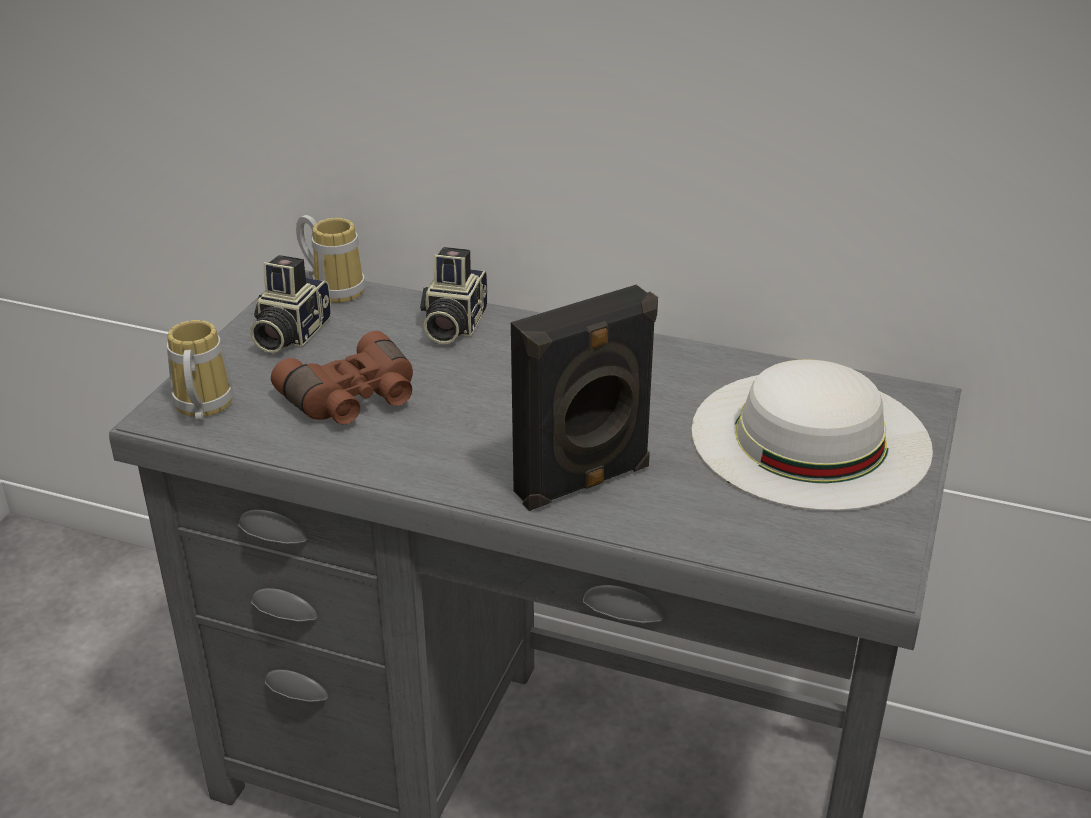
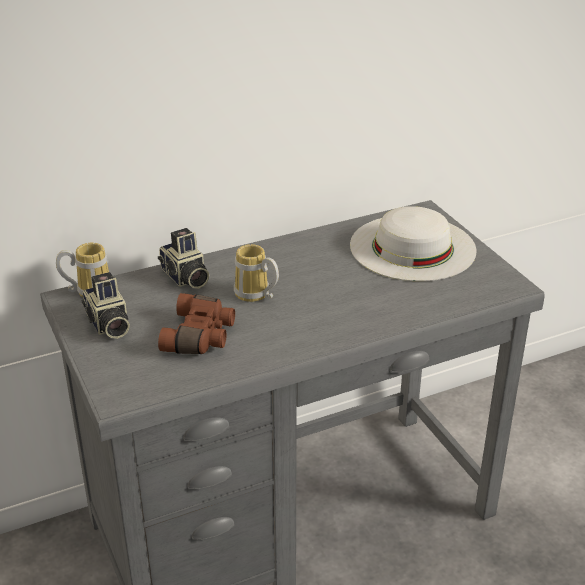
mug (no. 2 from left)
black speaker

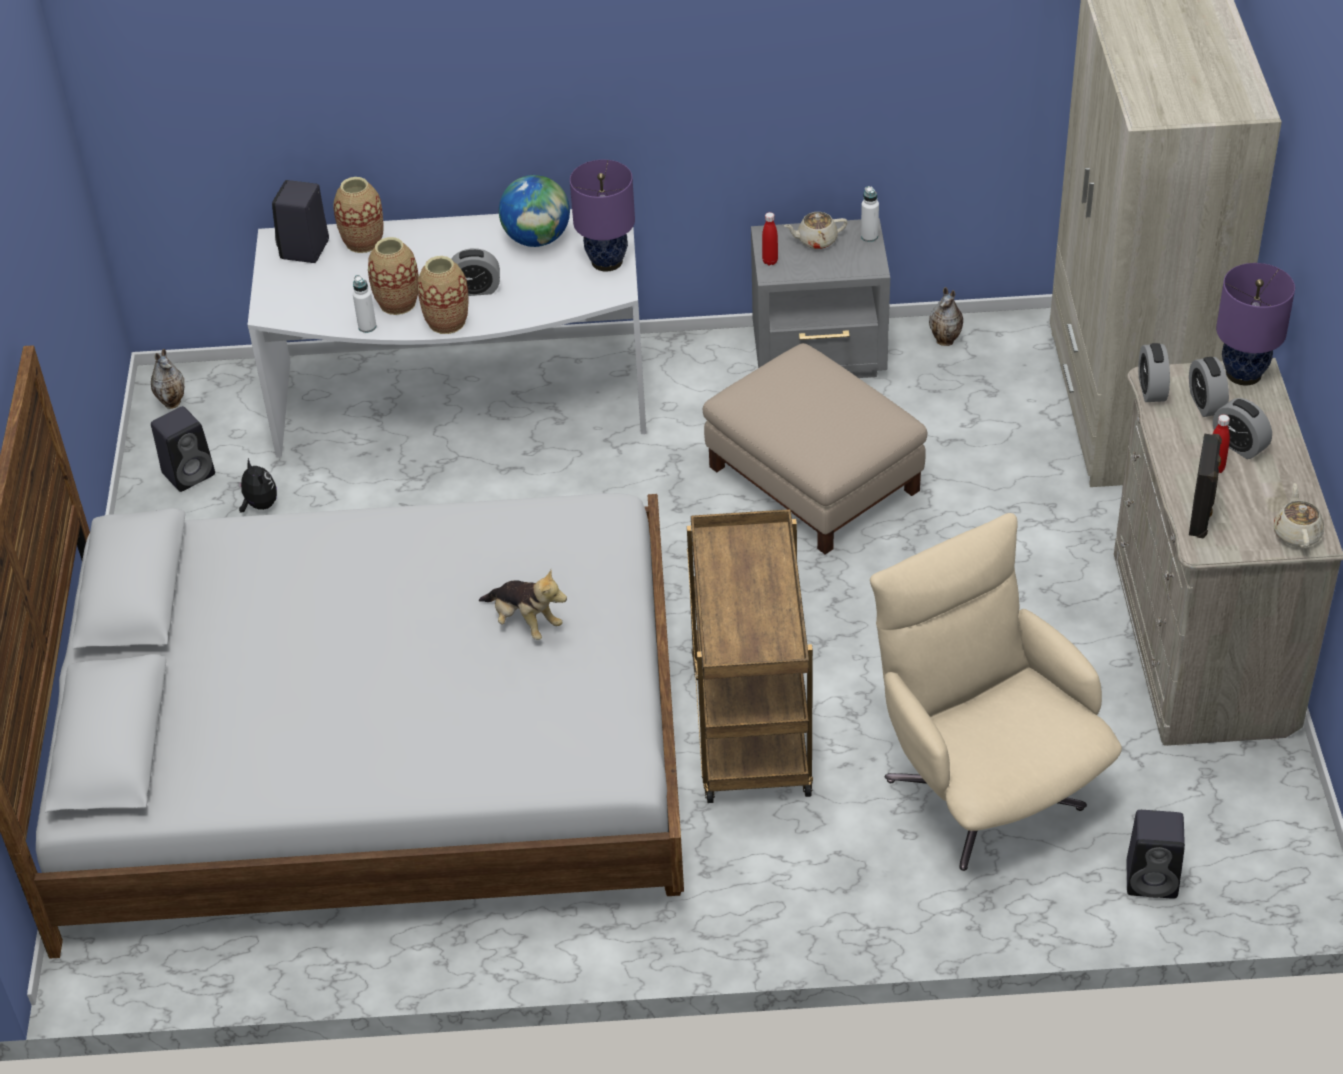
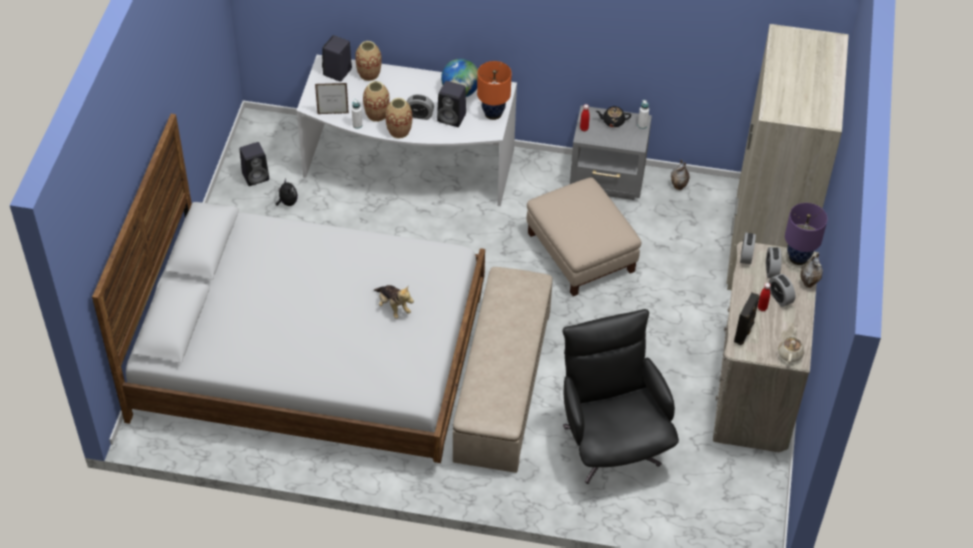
picture frame
black speaker (no. 3 from left)
sand-coloured bench
orangey tabletop lamp
black lounge chair
black pot for tea
flower vase (no. 5 from left)

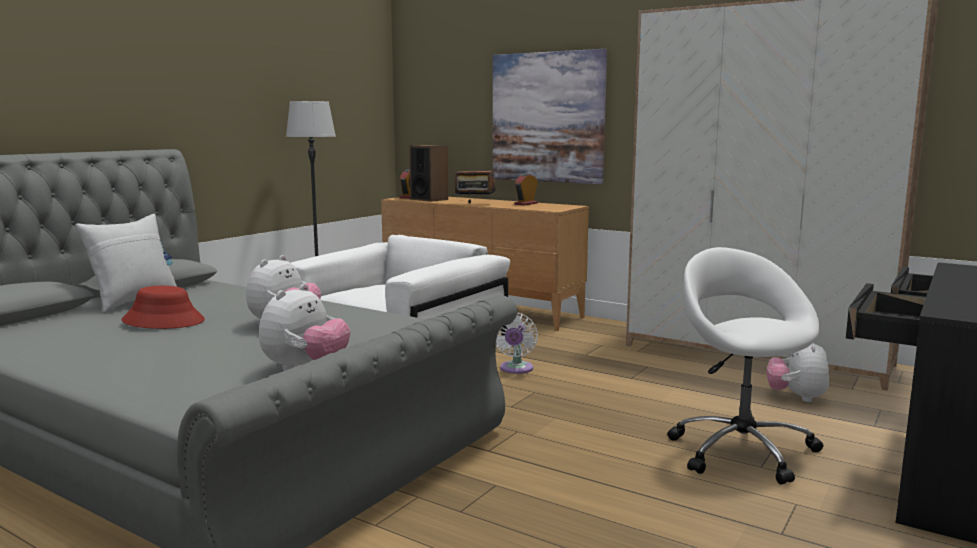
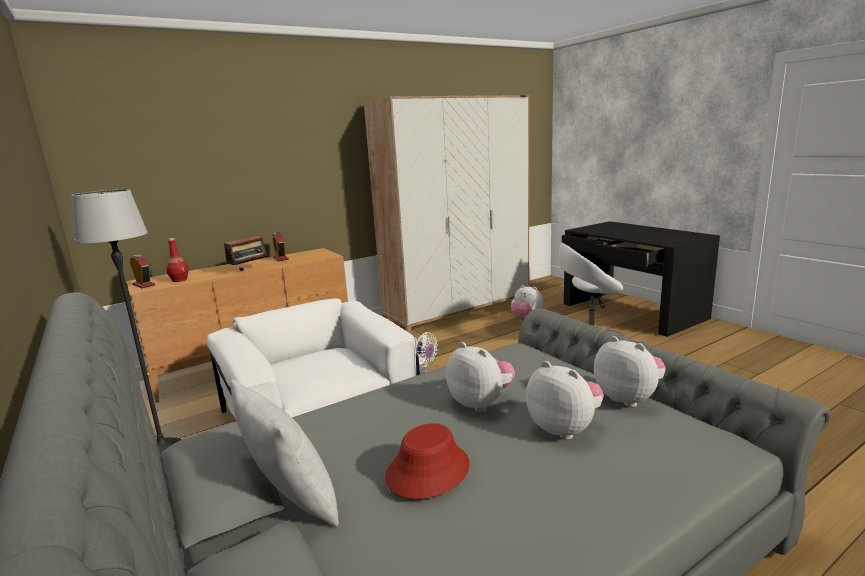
red bottle
soft toy (no. 3 from left)
wall picture

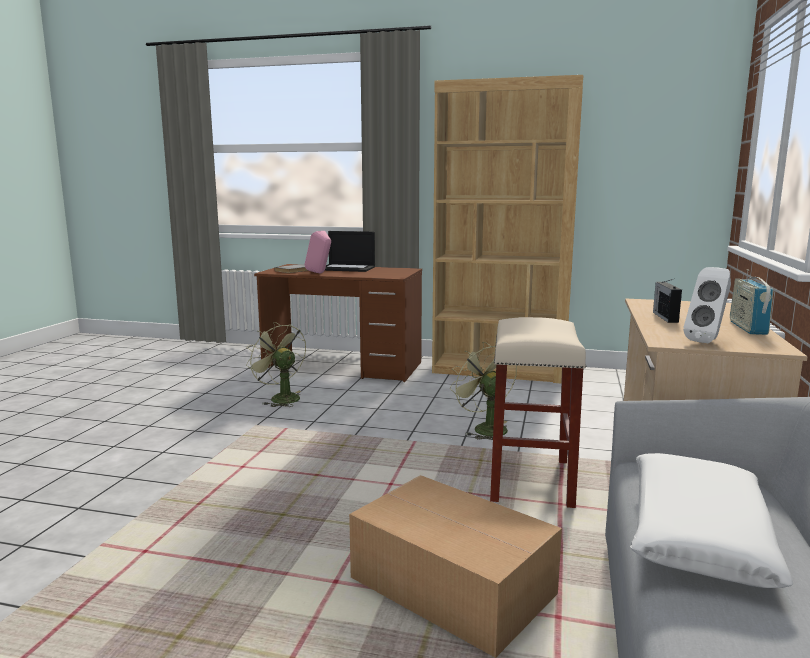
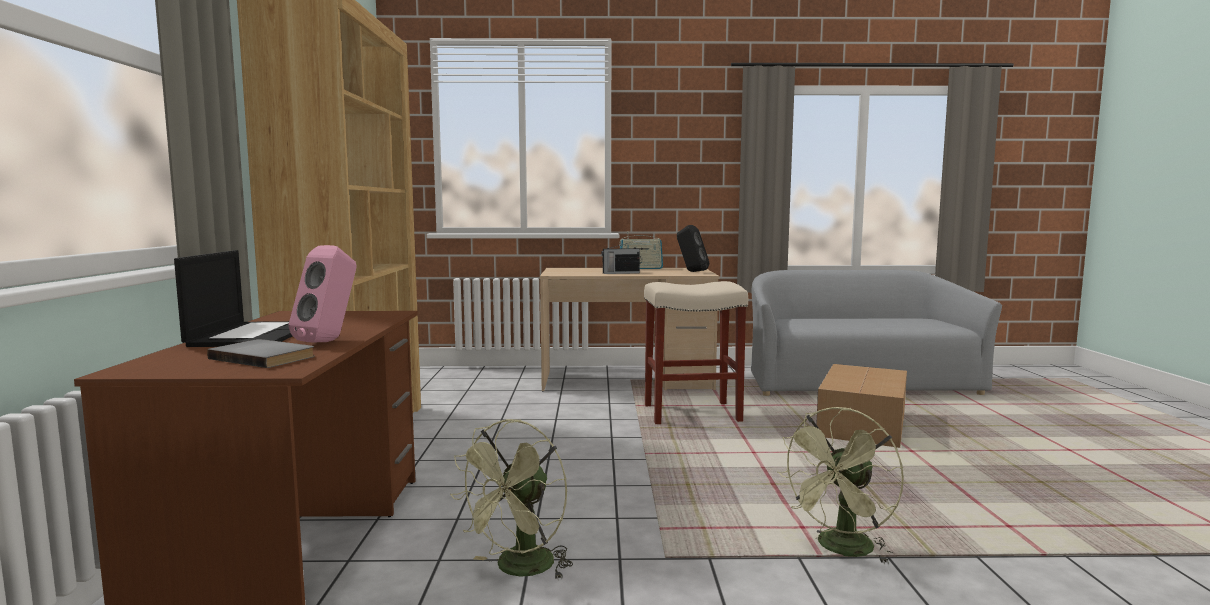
black speaker
greenish fan (no. 2 from left)
whitish throw pillow

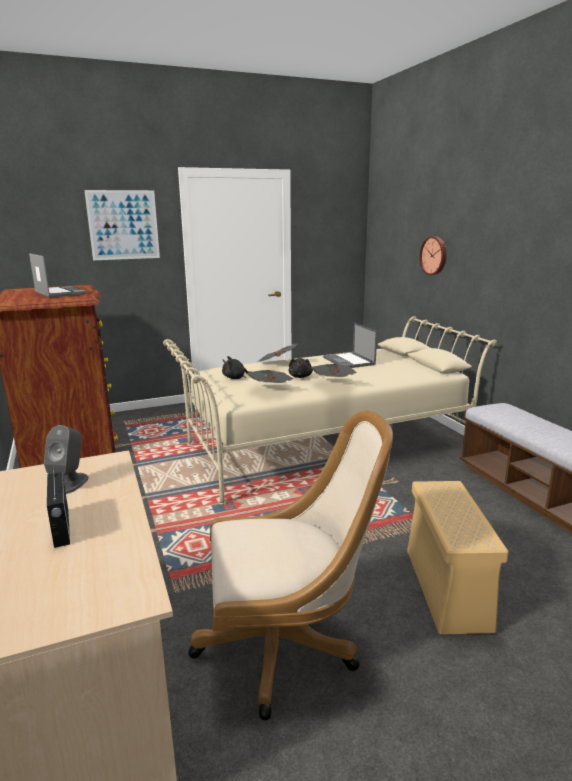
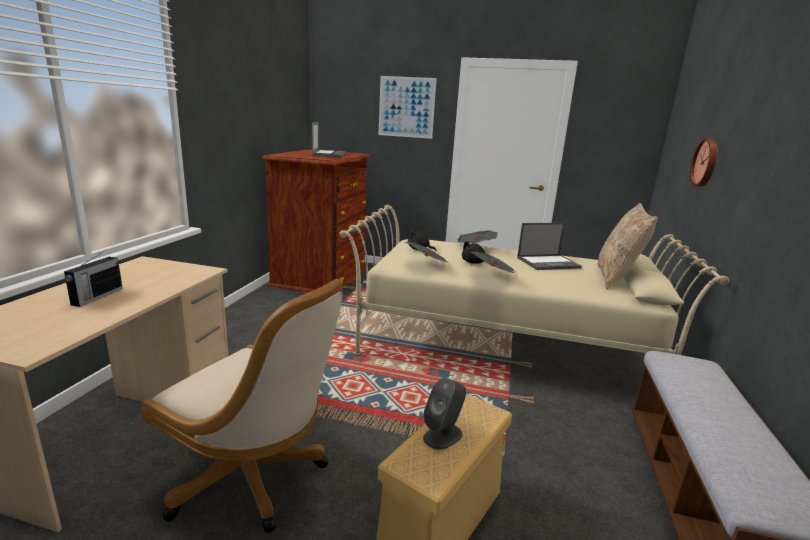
greyish speaker
notebook computer (no. 2 from left)
sand-coloured throw pillow

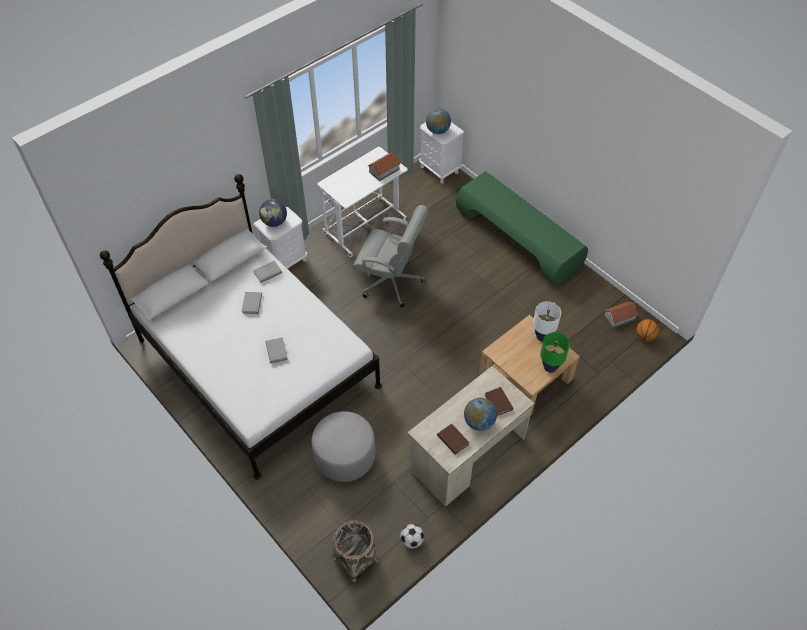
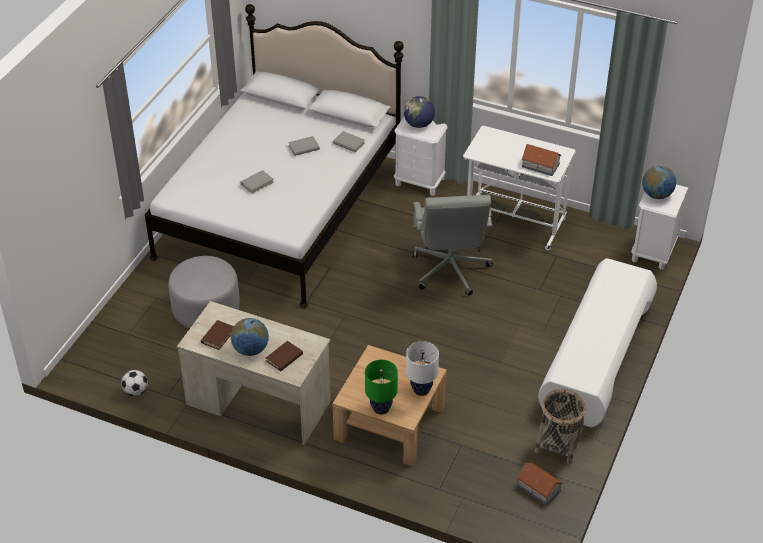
household basket
whitish bench
basketball ball

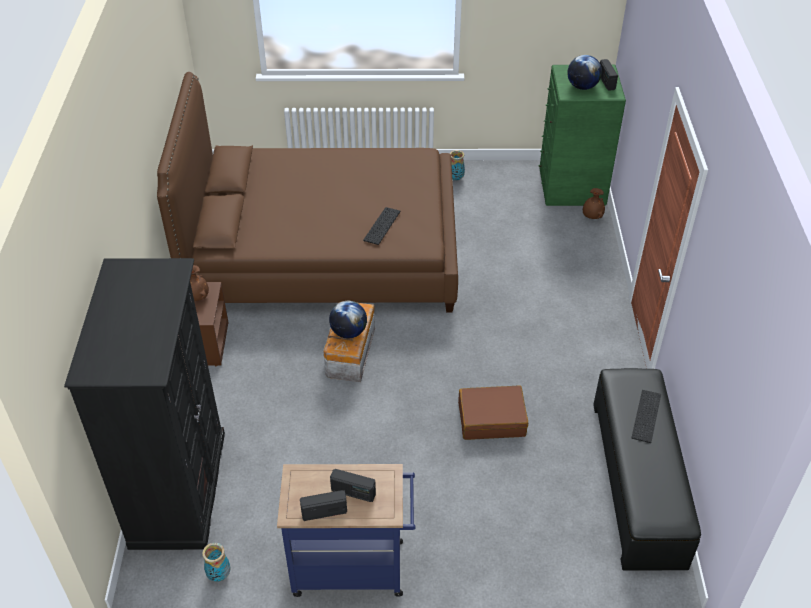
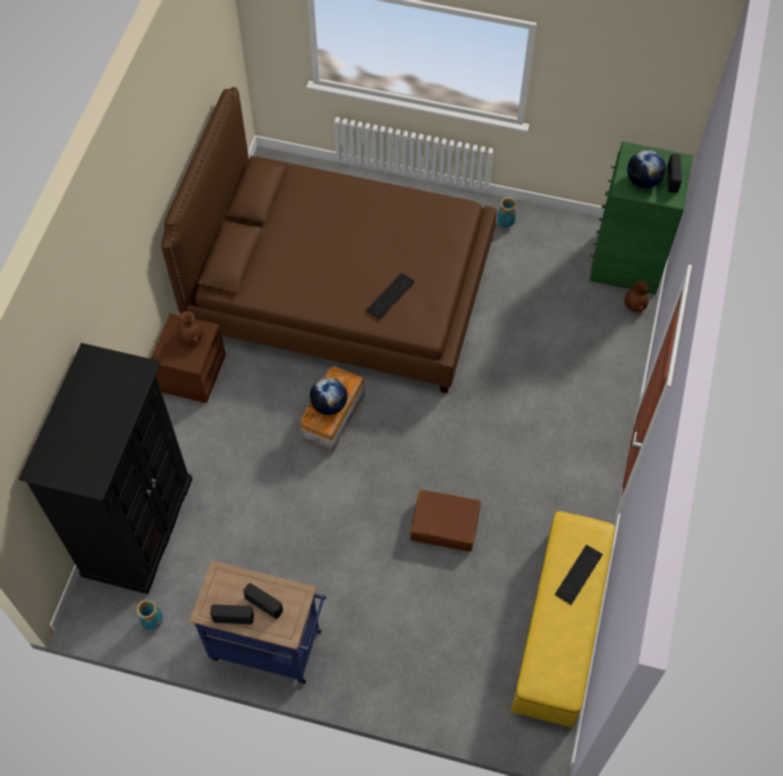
yellow bench

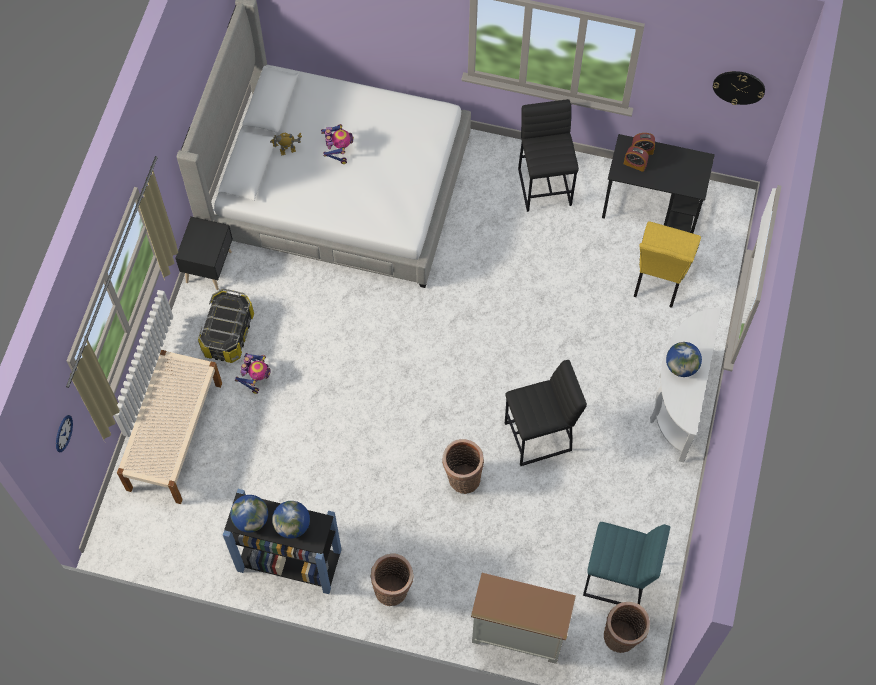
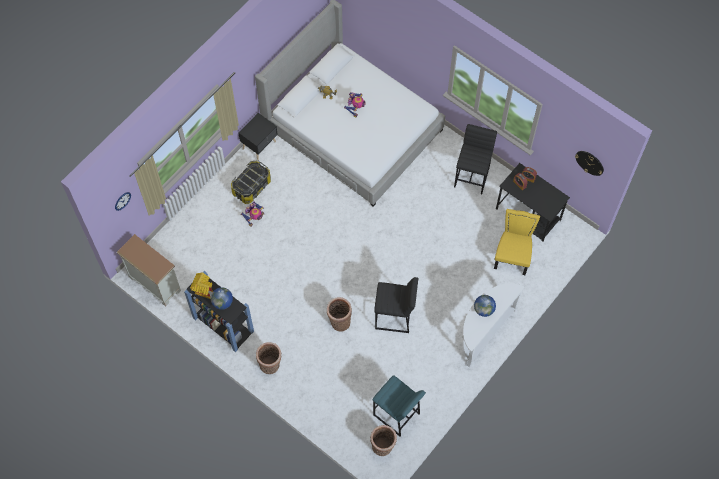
whitish chest of drawers
toy house
yellow upright chair
sand-coloured bench

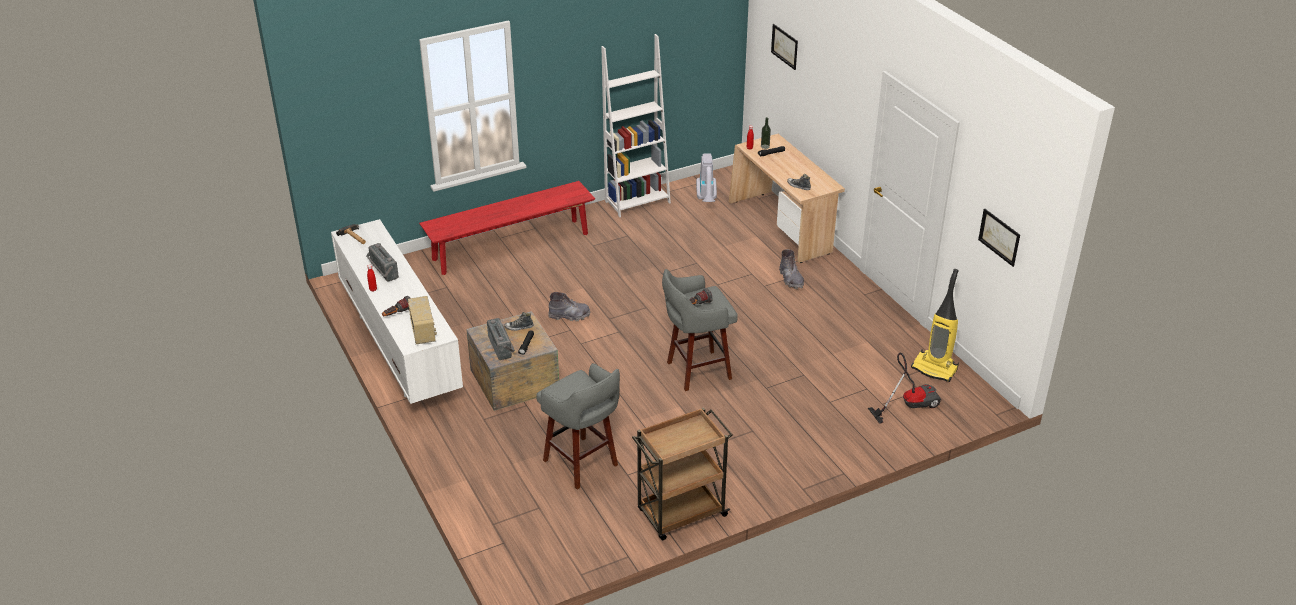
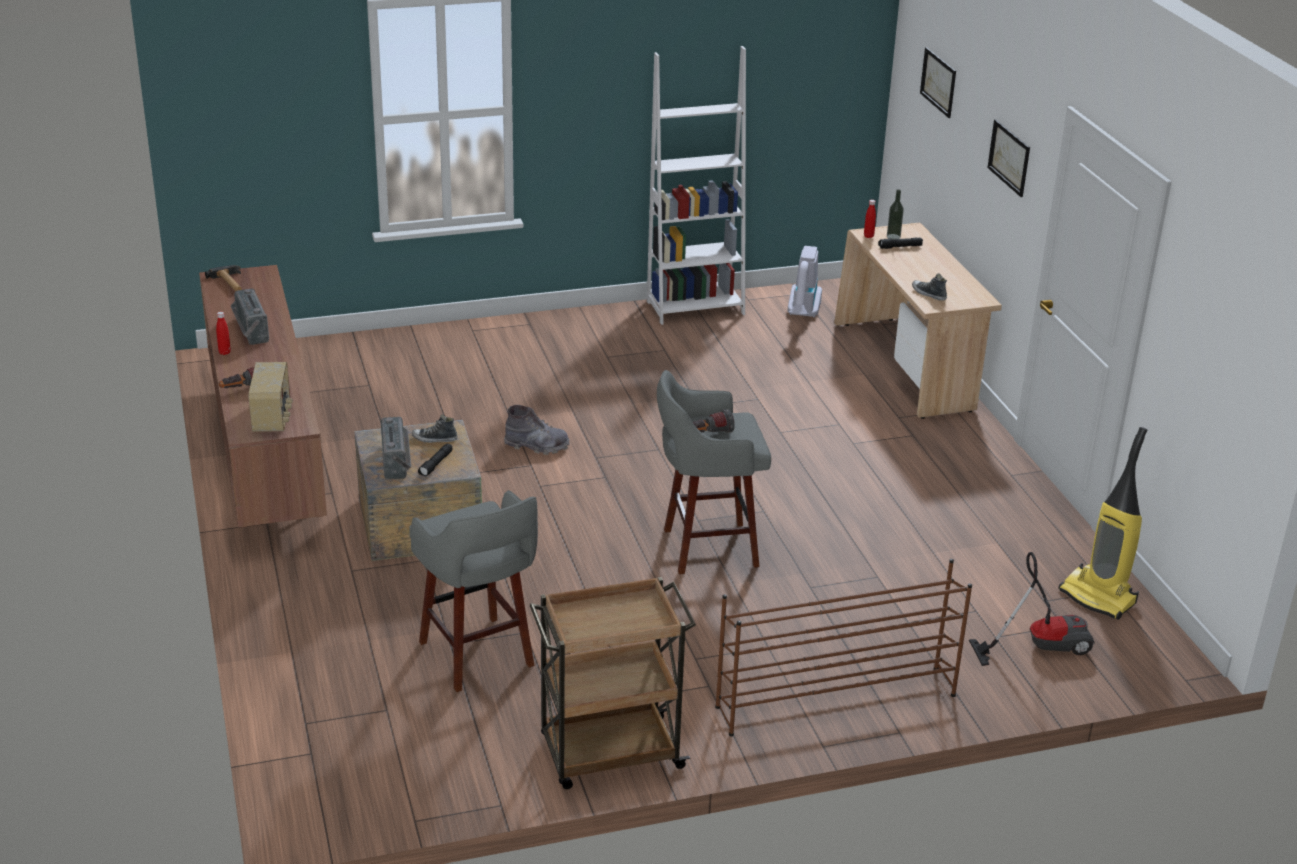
brown storage cabinet
brown shoe rack
wall picture (no. 2 from left)
red bench
greyish tall boot (no. 2 from left in the first image)

